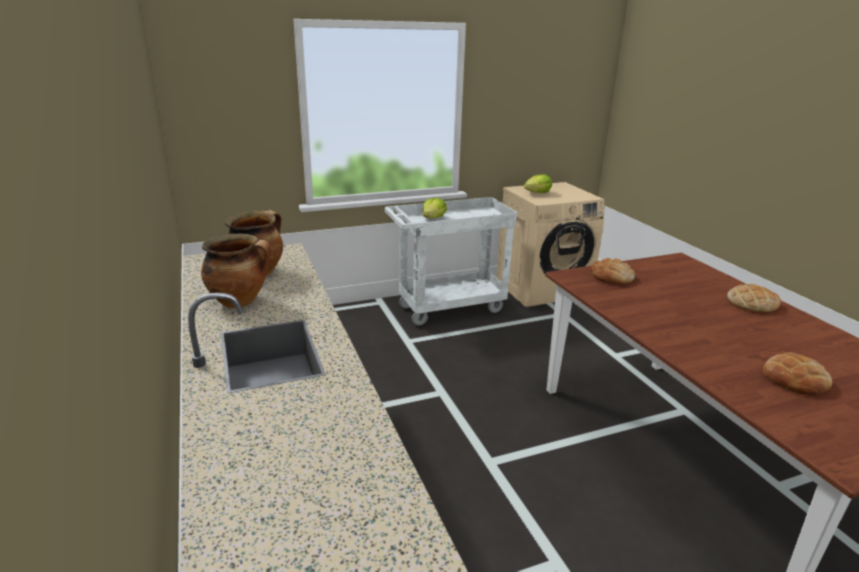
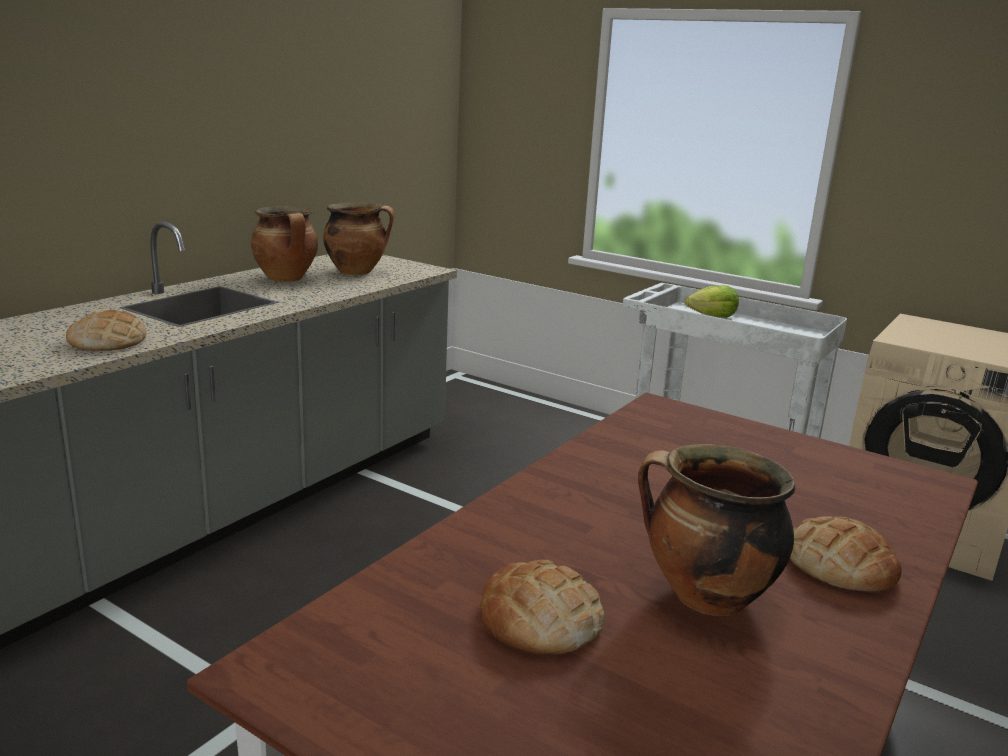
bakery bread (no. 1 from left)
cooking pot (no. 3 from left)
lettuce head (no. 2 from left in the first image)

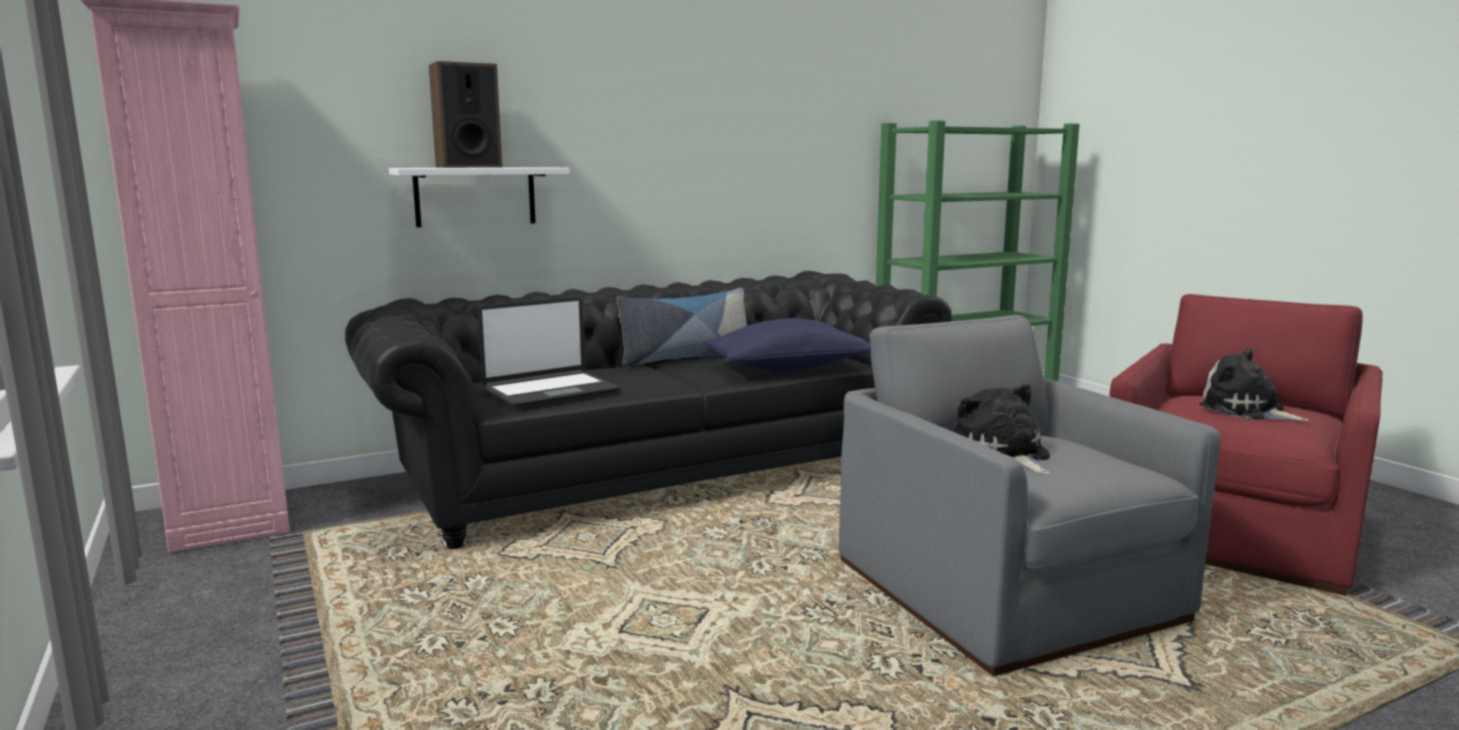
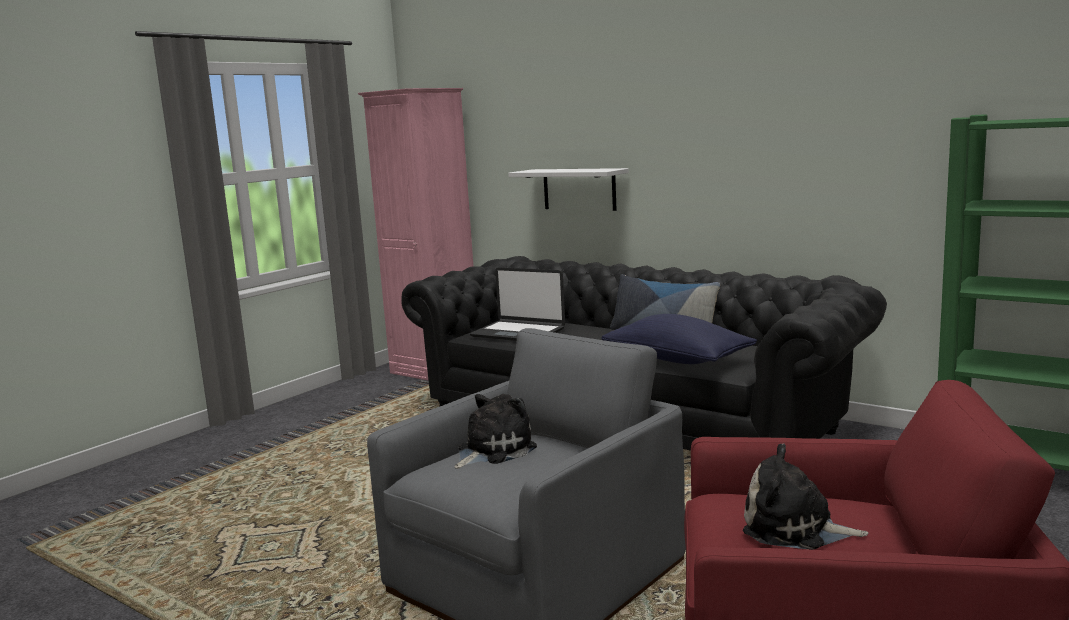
soft toy (no. 2 from left)
speaker

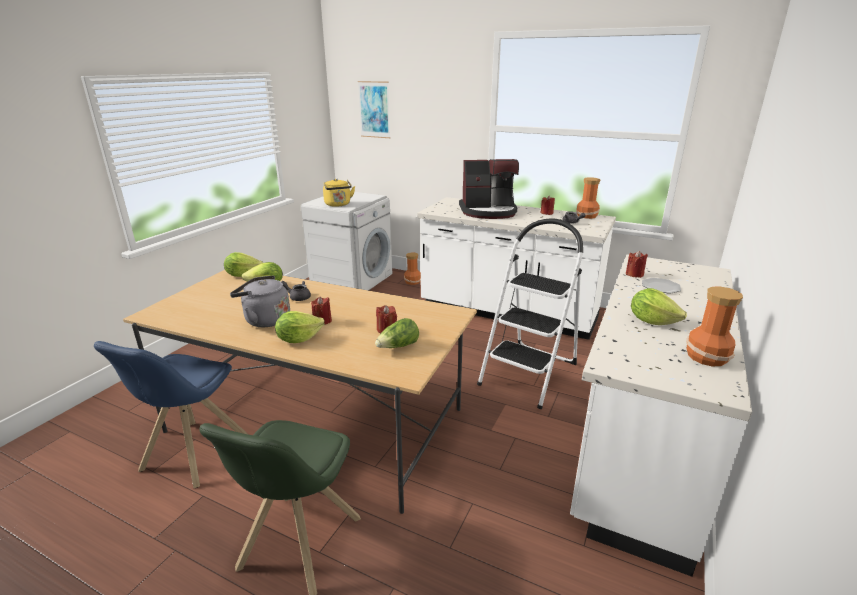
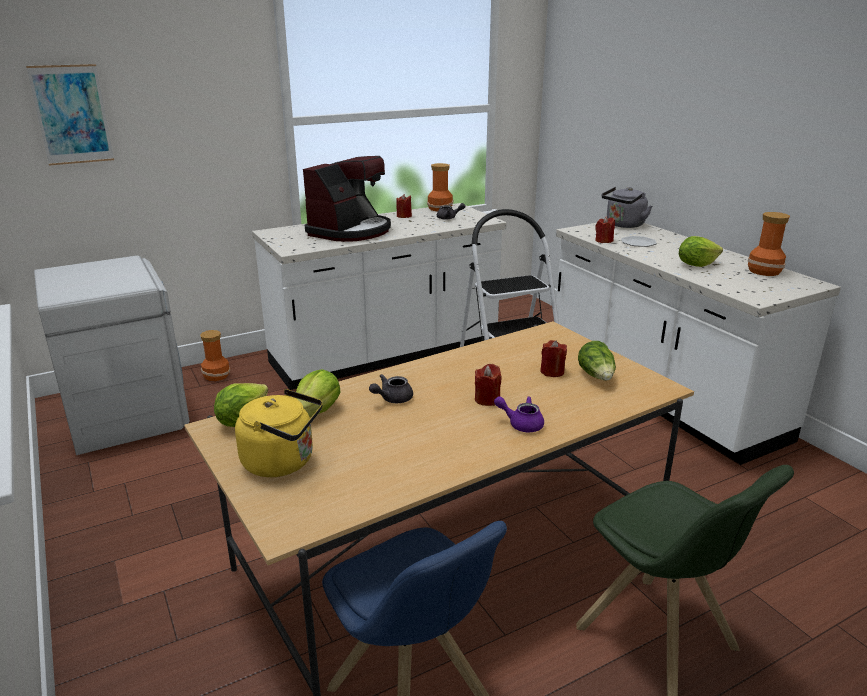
yellow kettle
purplish pot for tea
greyish kettle

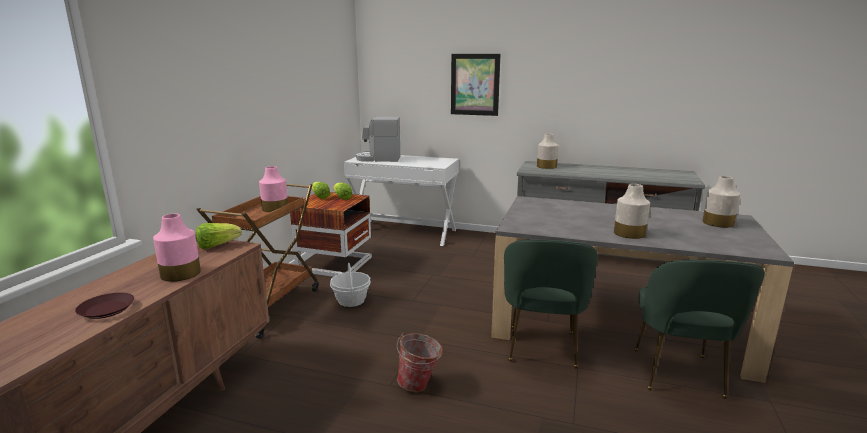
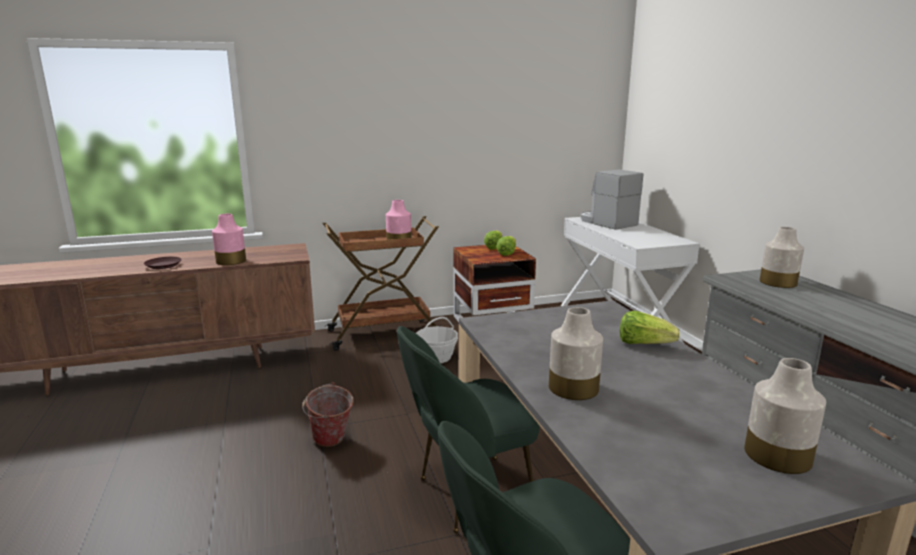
lettuce head (no. 3 from left)
wall picture

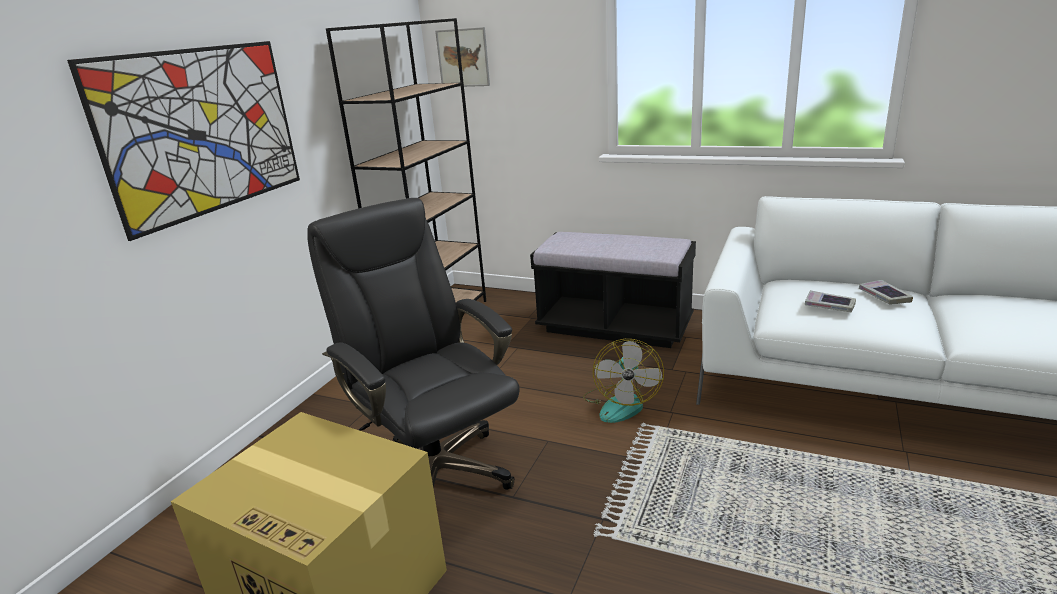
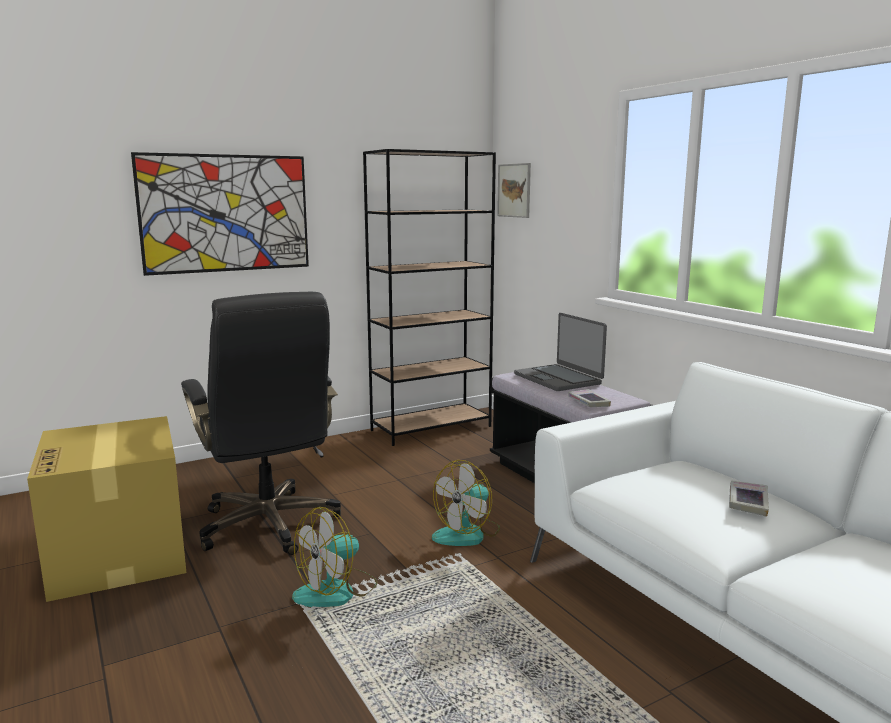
black computer chair
fan (no. 1 from left)
notebook computer
volume (no. 1 from left)

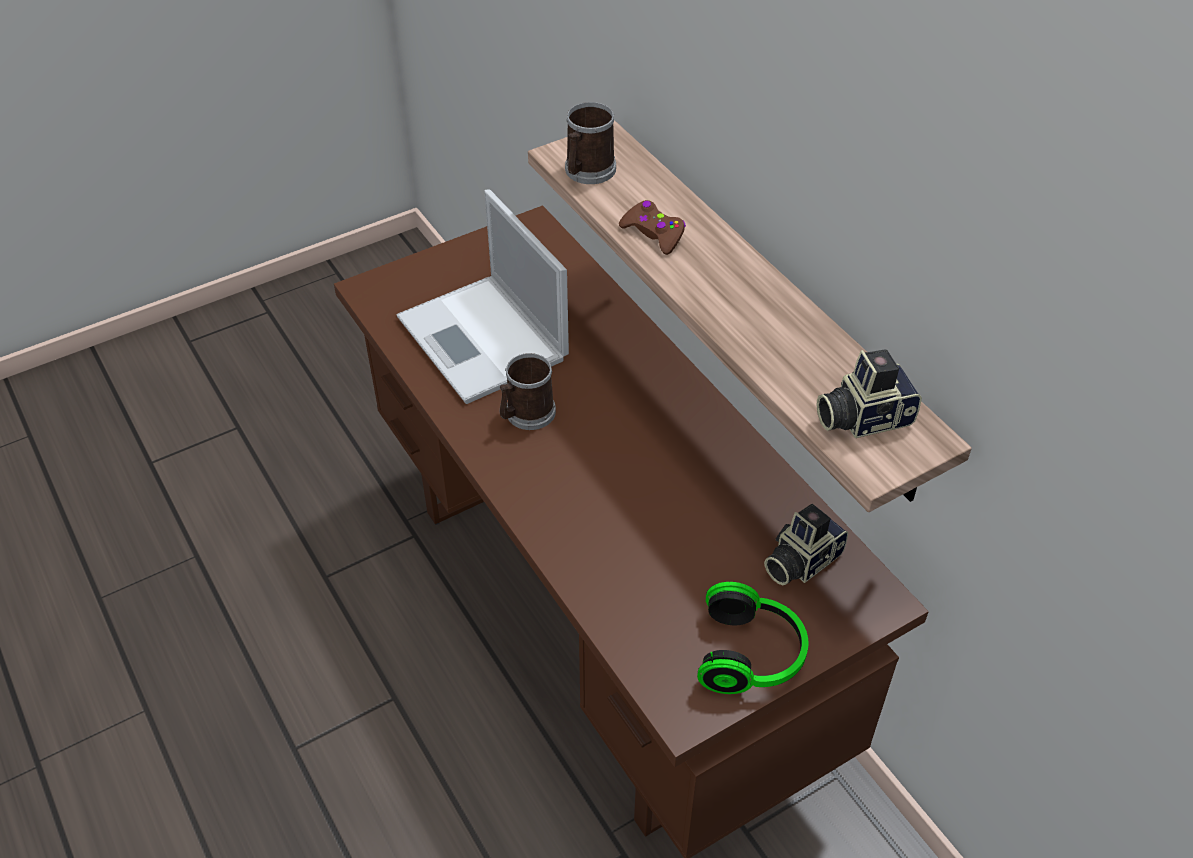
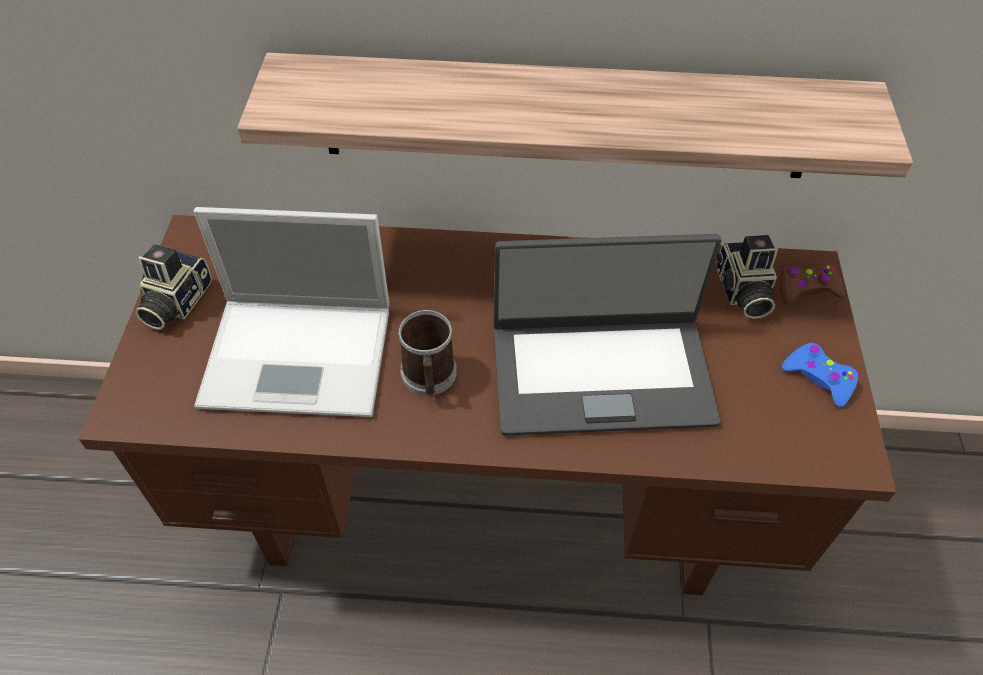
still camera (no. 1 from left)
notebook computer (no. 2 from left)
brown gamepad
bluish gamepad
mug (no. 2 from left in the first image)

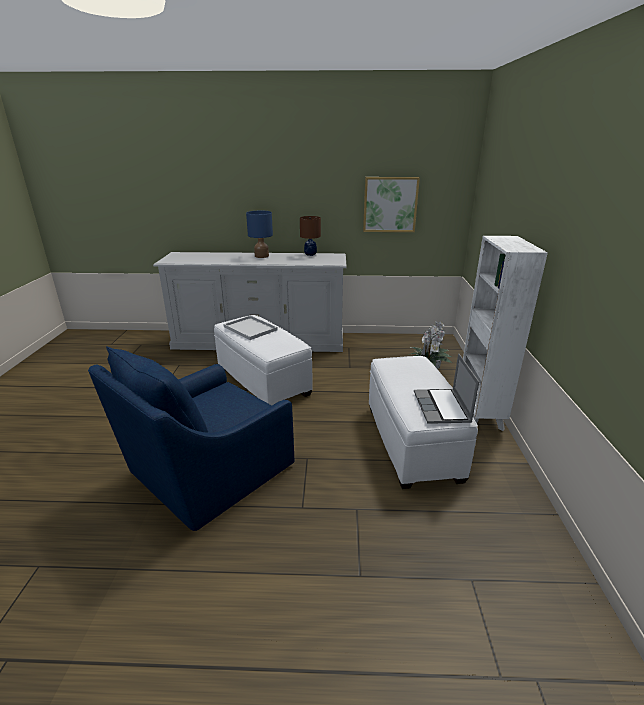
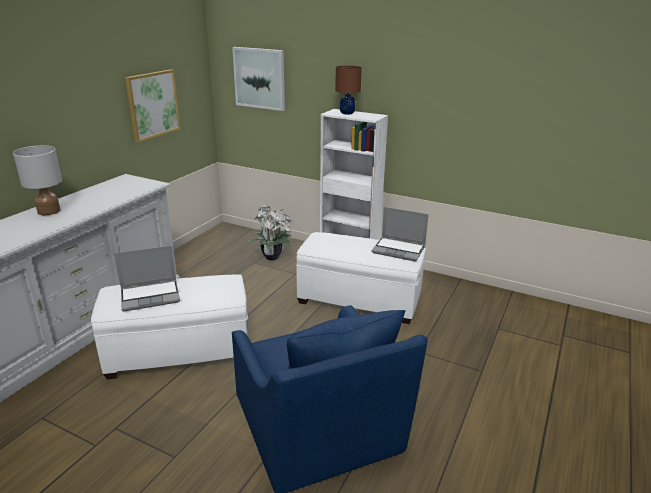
greyish tabletop lamp
notebook computer (no. 1 from left)
wall picture (no. 2 from left)
brown tabletop lamp

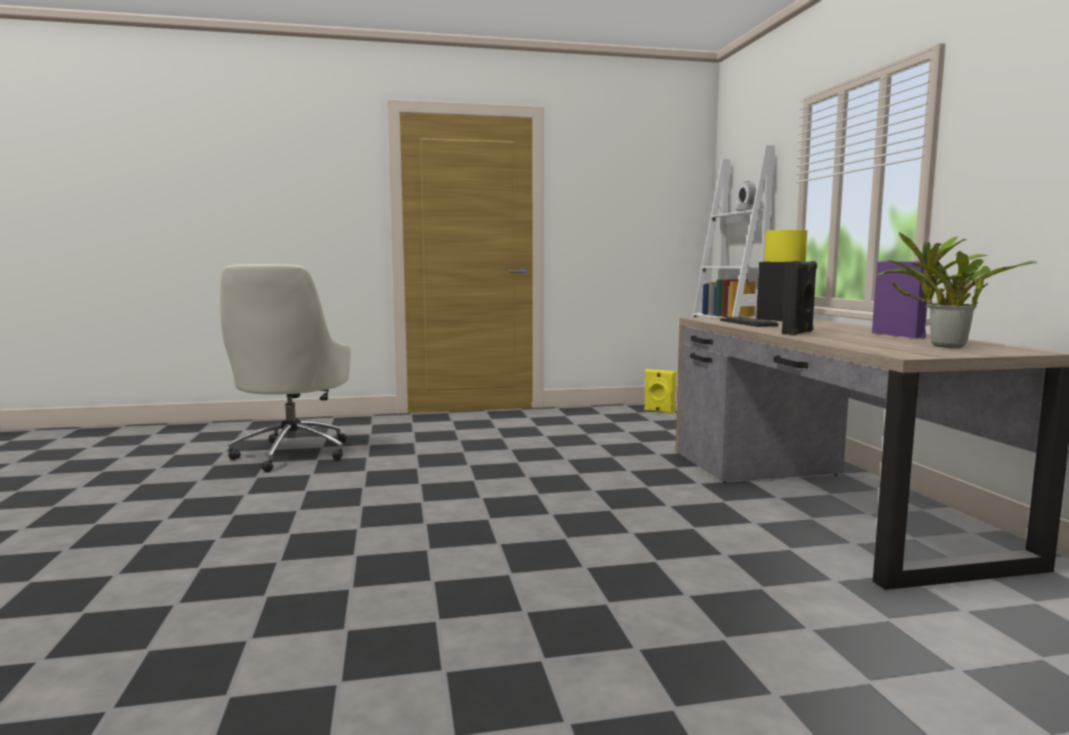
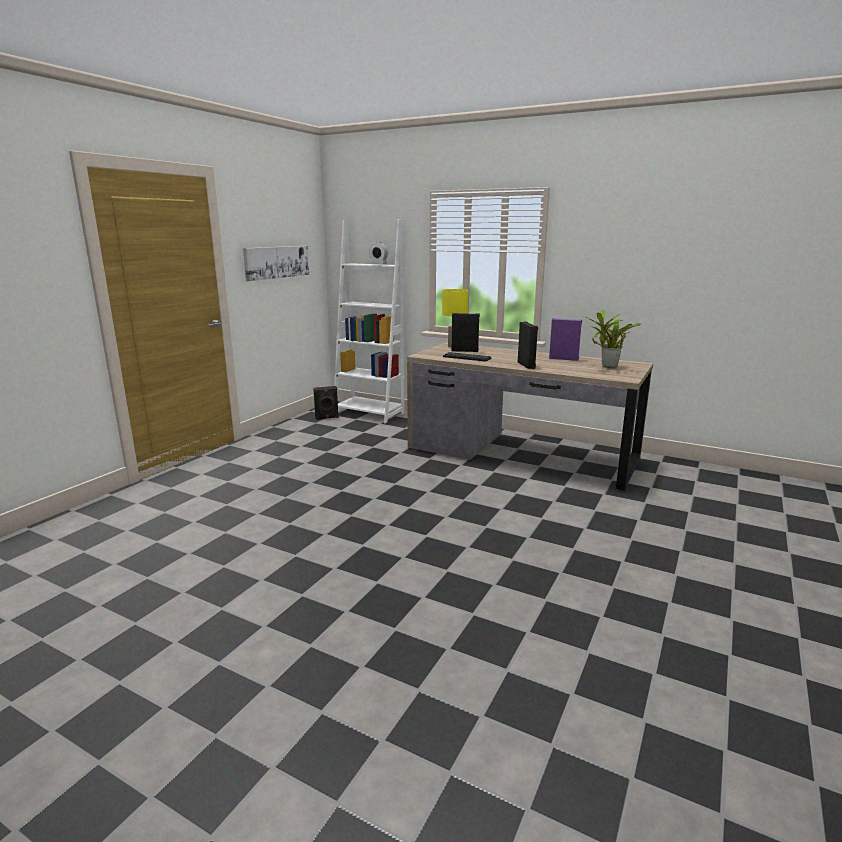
wall picture
black speaker (no. 1 from left)
sand-coloured computer chair

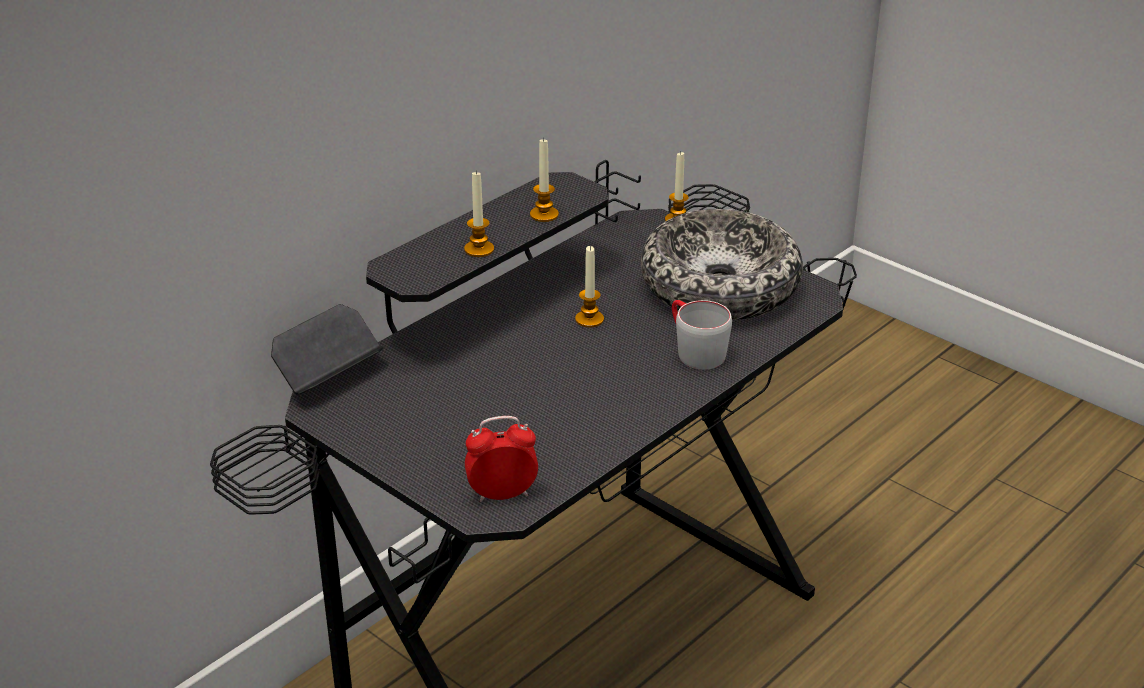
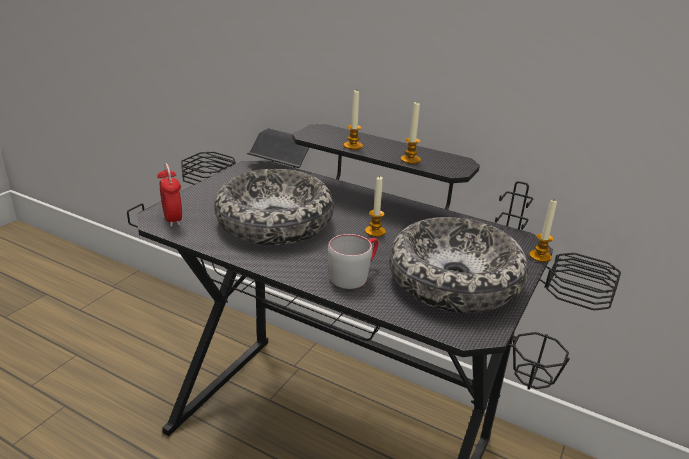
bowl (no. 1 from left)

